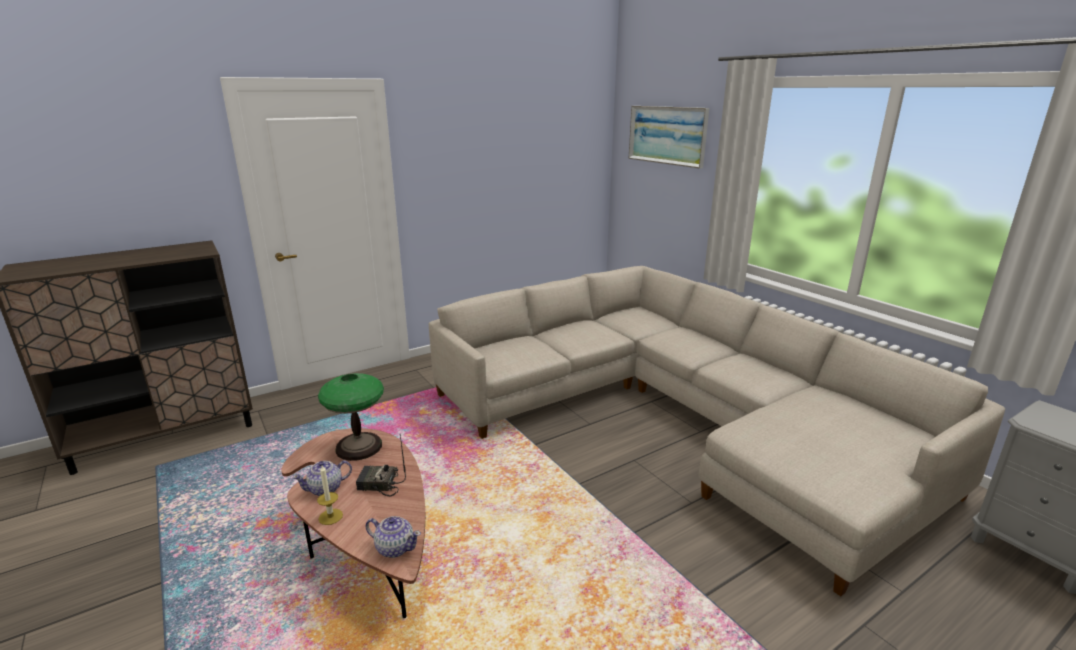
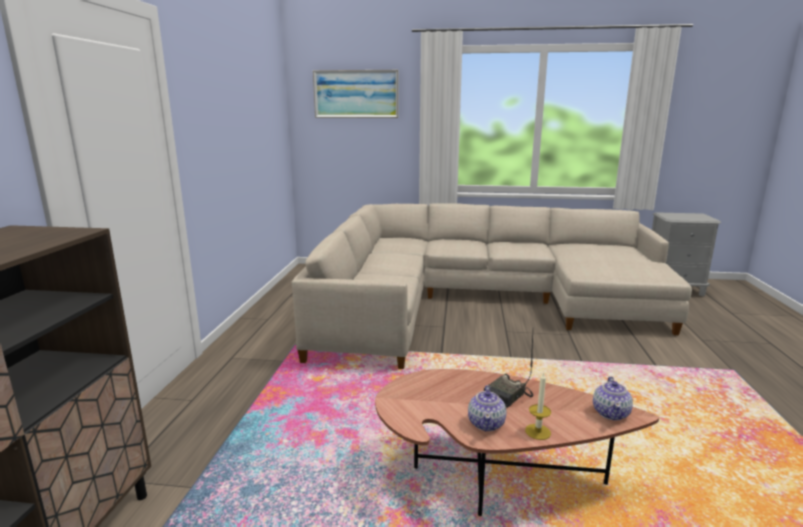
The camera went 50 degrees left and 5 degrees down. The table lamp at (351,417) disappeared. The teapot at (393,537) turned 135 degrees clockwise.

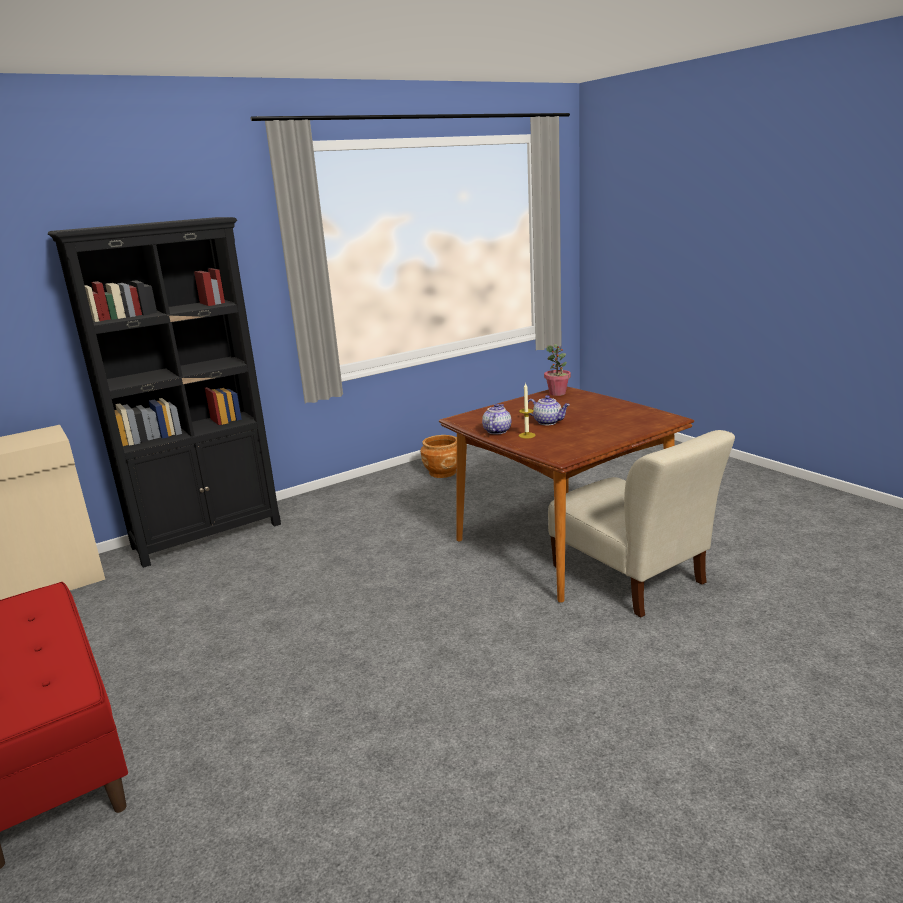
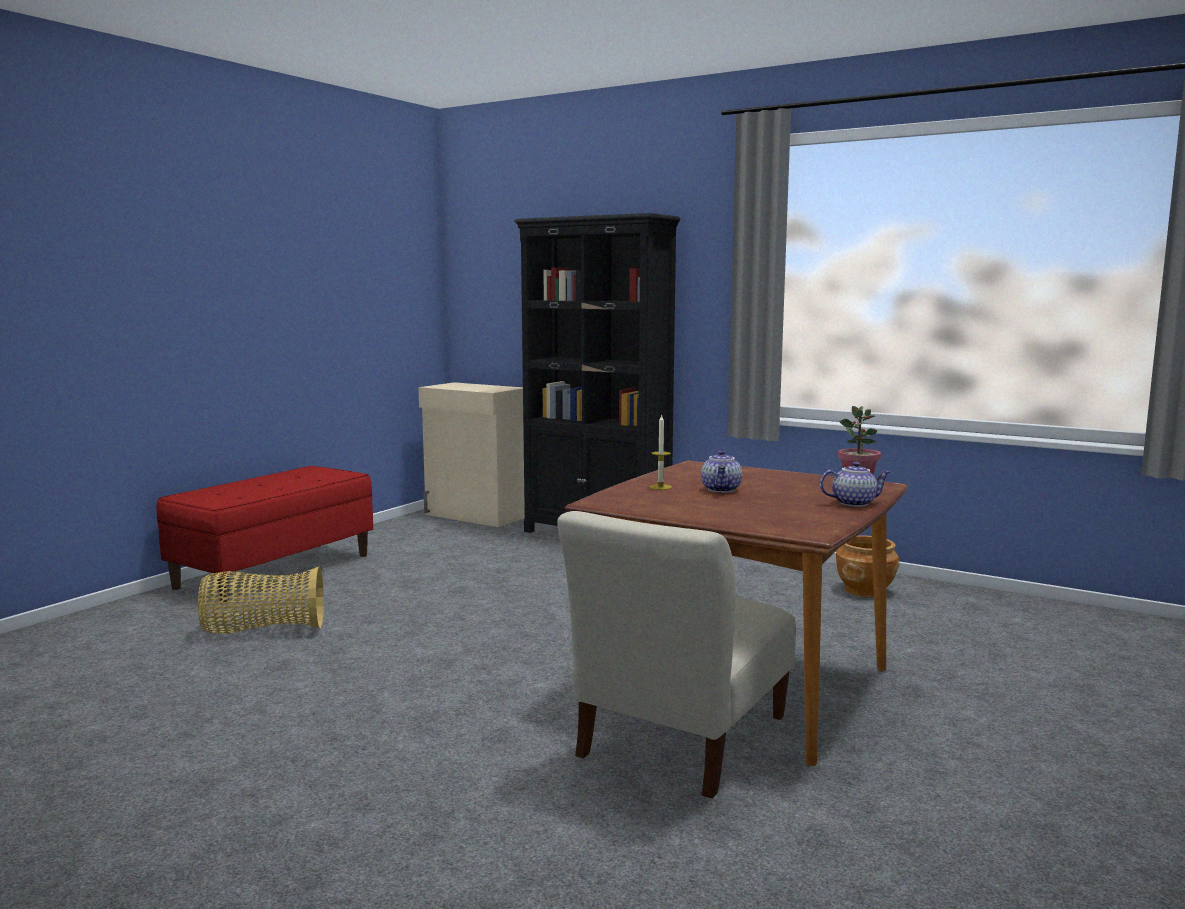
The camera went 65 degrees right and 10 degrees down. The teapot moved from (496,419) to (855,484). The basket at (261,600) appeared.

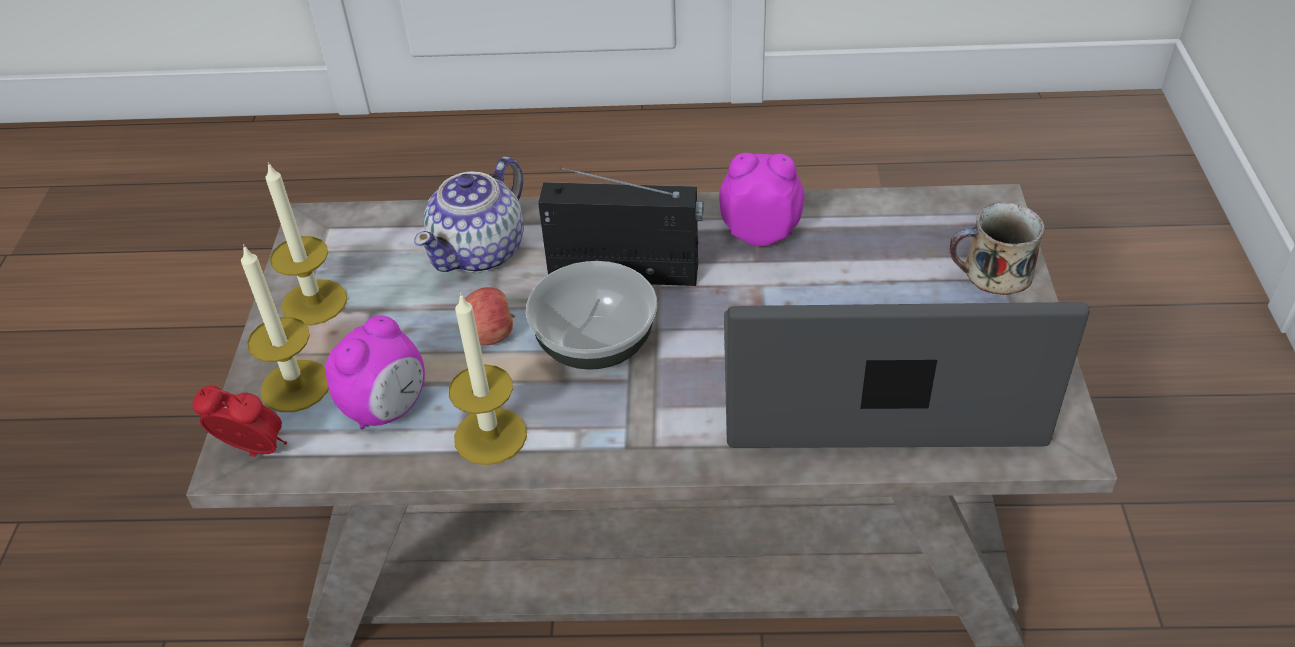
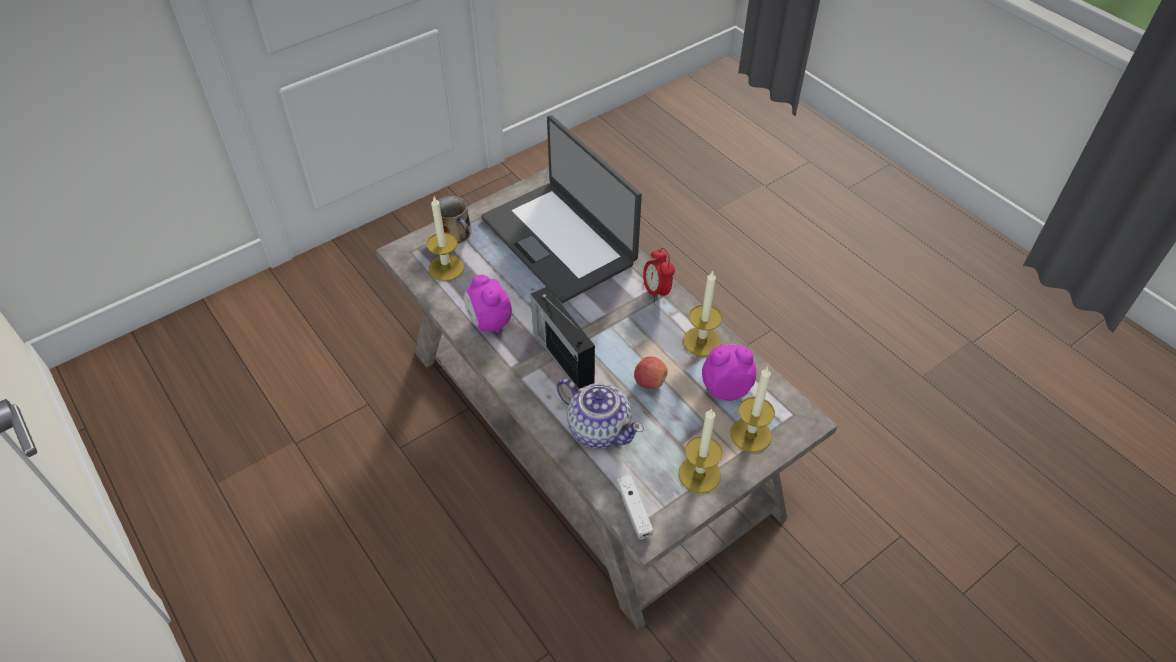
The camera went 130 degrees left and 5 degrees up. The teapot at (469,215) turned 45 degrees clockwise. The bowl at (591,315) disappeared. The alarm clock moved from (239,421) to (659,275). The candle at (445,239) appeared. The game controller (white) at (634,507) appeared.

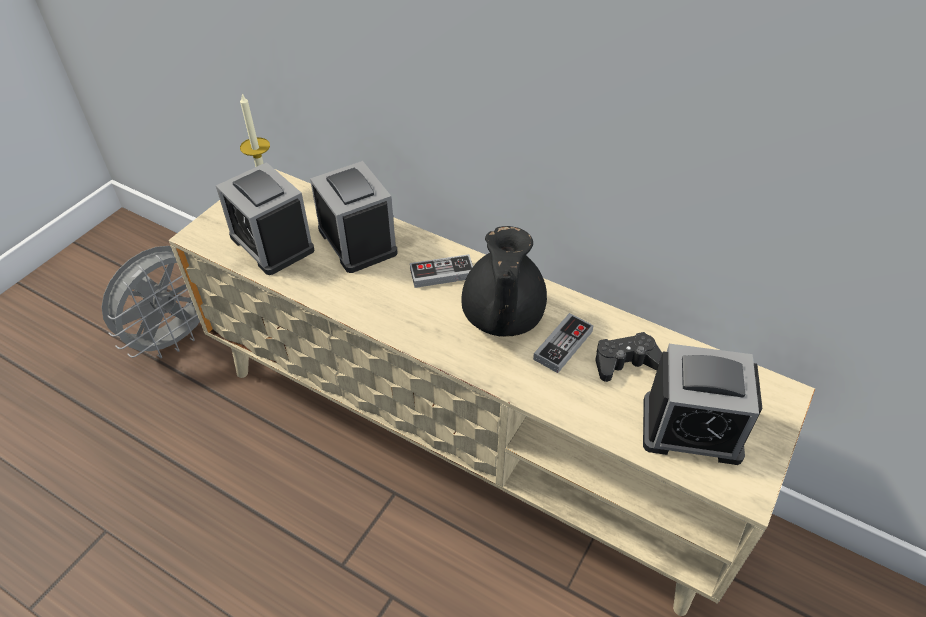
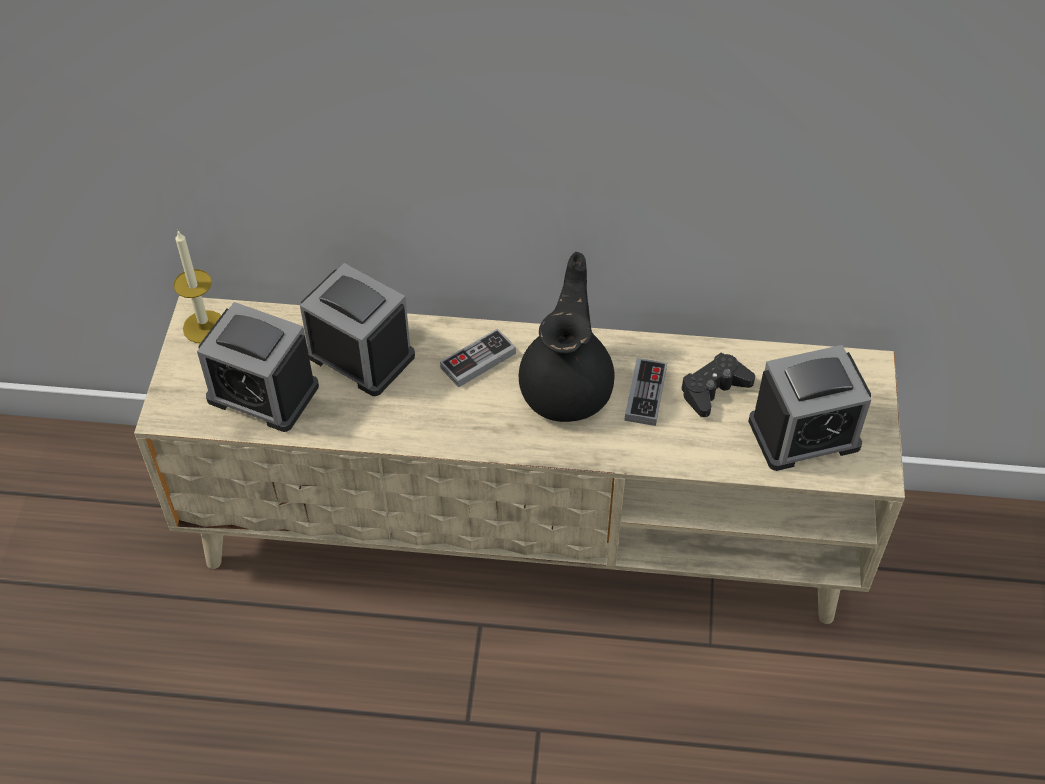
The camera went 25 degrees left and 5 degrees up. The teapot (black) at (504,281) turned 150 degrees counterclockwise. The fan (grey) at (151,302) disappeared.

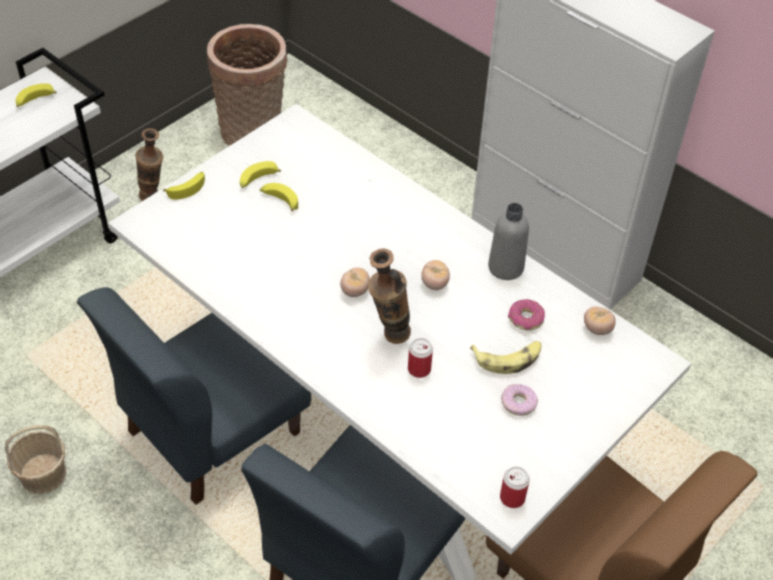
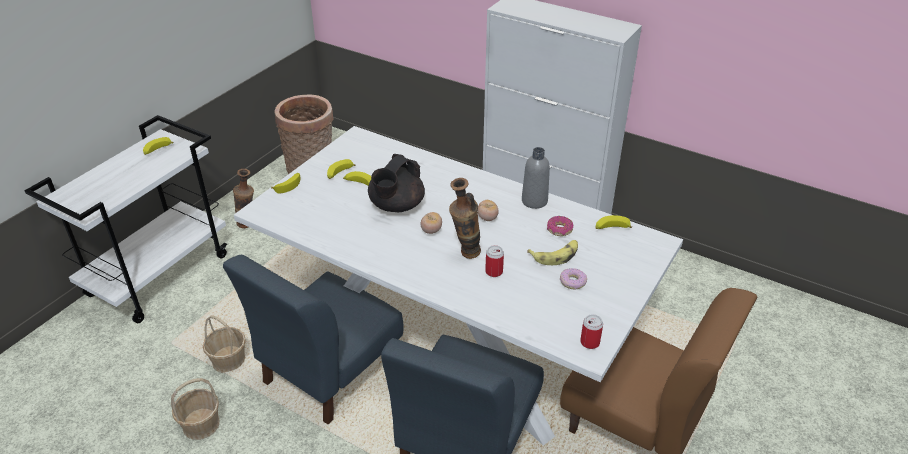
The camera went 10 degrees left and 10 degrees down. The tomato at (600,320) was replaced by the banana at (613,222). The teapot (black) at (396,183) appeared. The basket at (224,344) appeared.

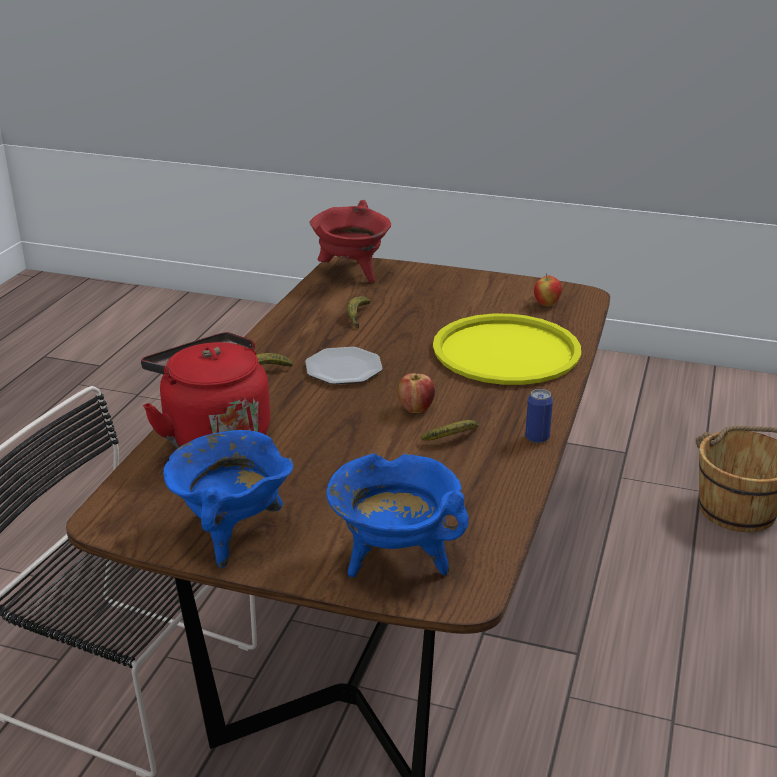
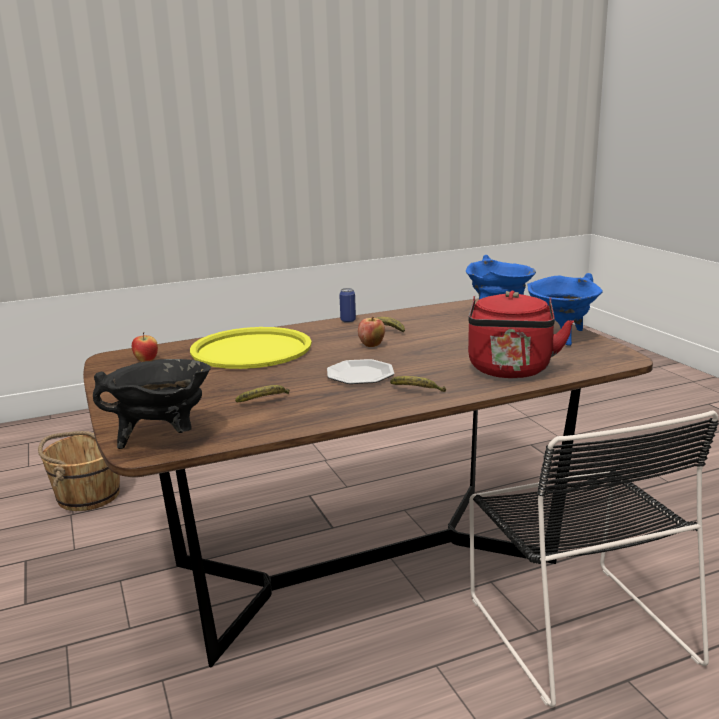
The camera went 130 degrees left and 10 degrees down. The cooking pot (red) at (350,241) became the cooking pot (black) at (152,404).

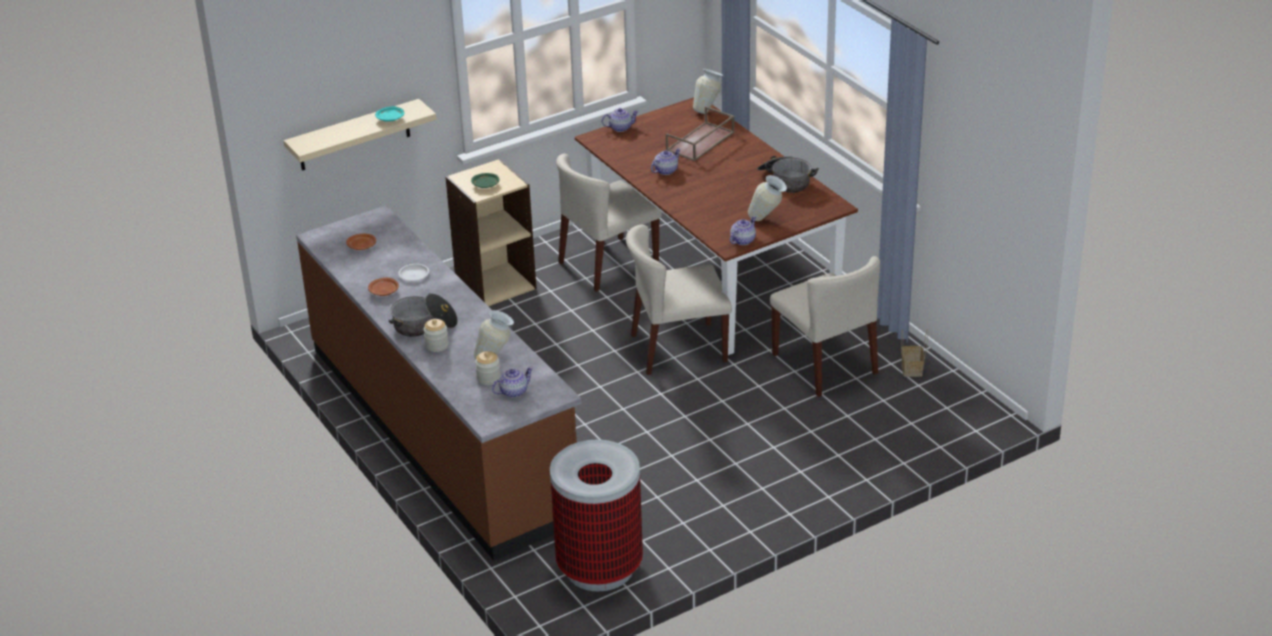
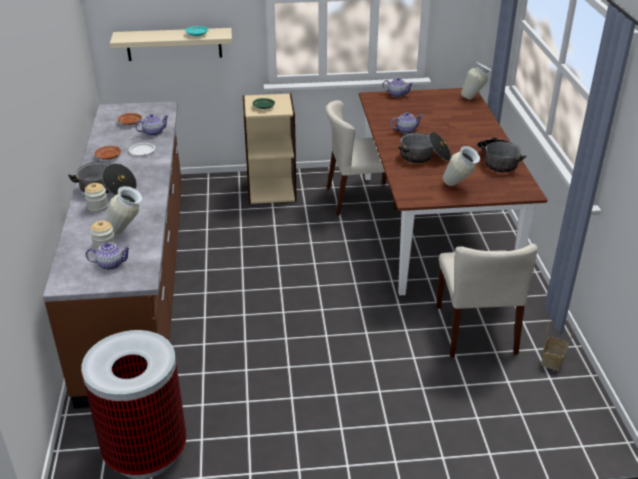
The camera went 25 degrees right and 0 degrees up. The tray (brown) at (700,133) disappeared. The teapot moved from (743,230) to (152,125). The chair (beige) at (679,300) disappeared. The cooking pot at (424,147) appeared.

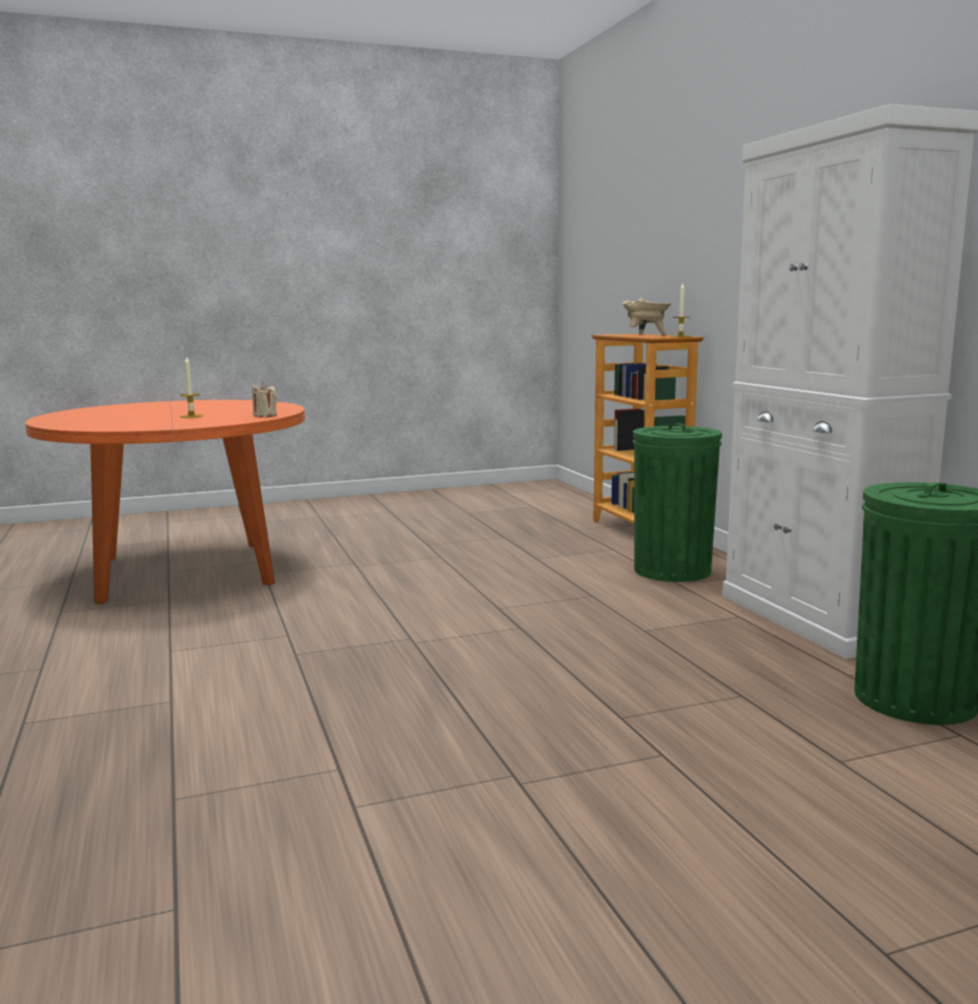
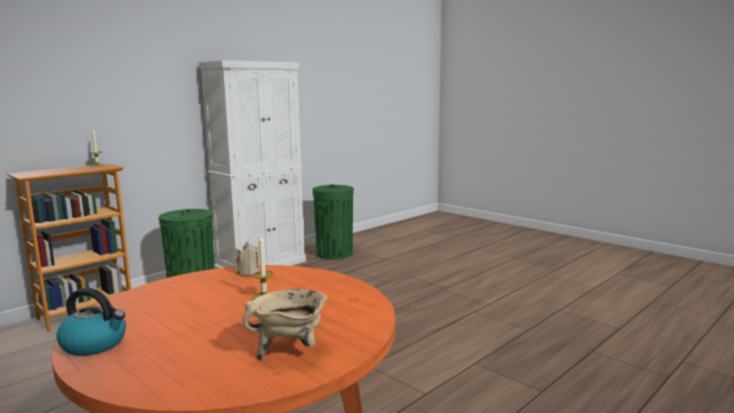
The camera went 115 degrees left and 0 degrees up. The cooking pot (beige) moved from (646,316) to (284,324). The kettle at (91,322) appeared.

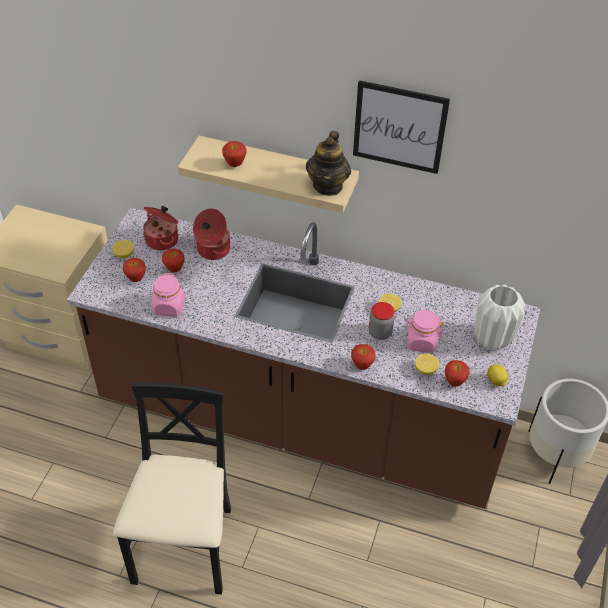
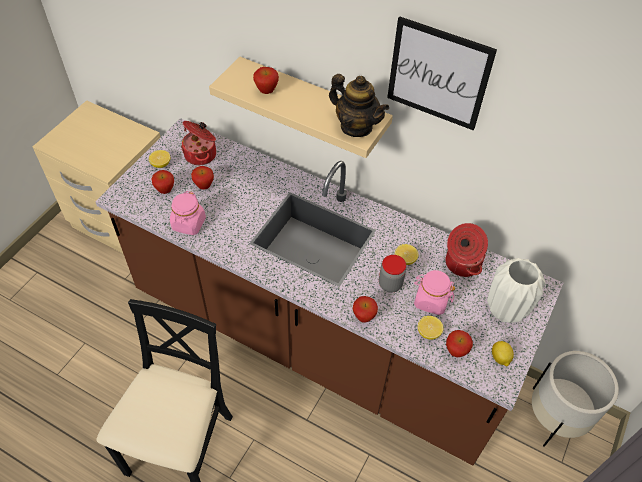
The camera went 10 degrees right and 5 degrees up. The teapot at (328,163) turned 75 degrees counterclockwise. The cooking pot moved from (211,234) to (467,250).

